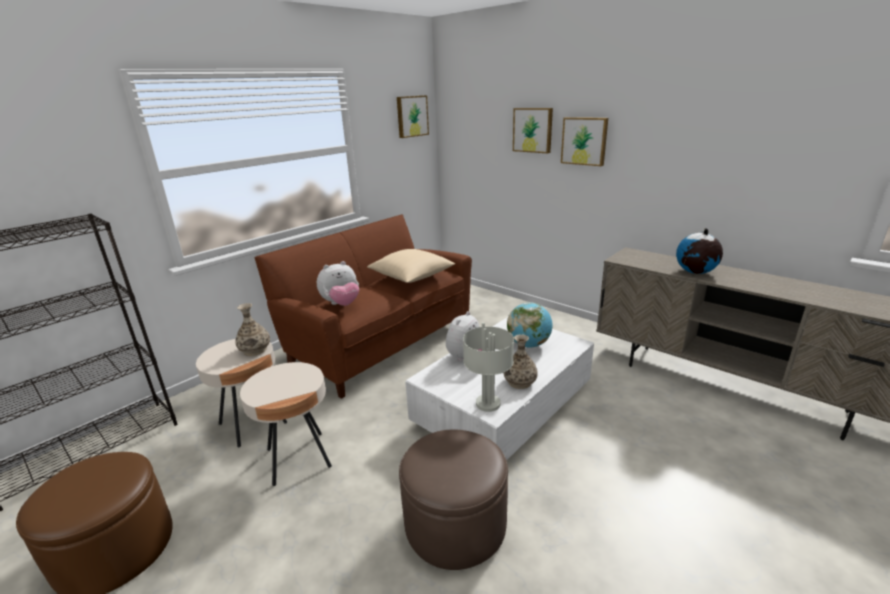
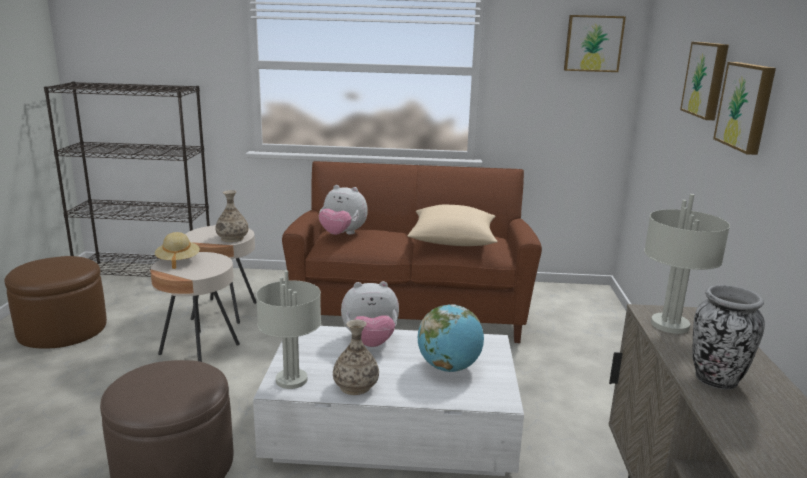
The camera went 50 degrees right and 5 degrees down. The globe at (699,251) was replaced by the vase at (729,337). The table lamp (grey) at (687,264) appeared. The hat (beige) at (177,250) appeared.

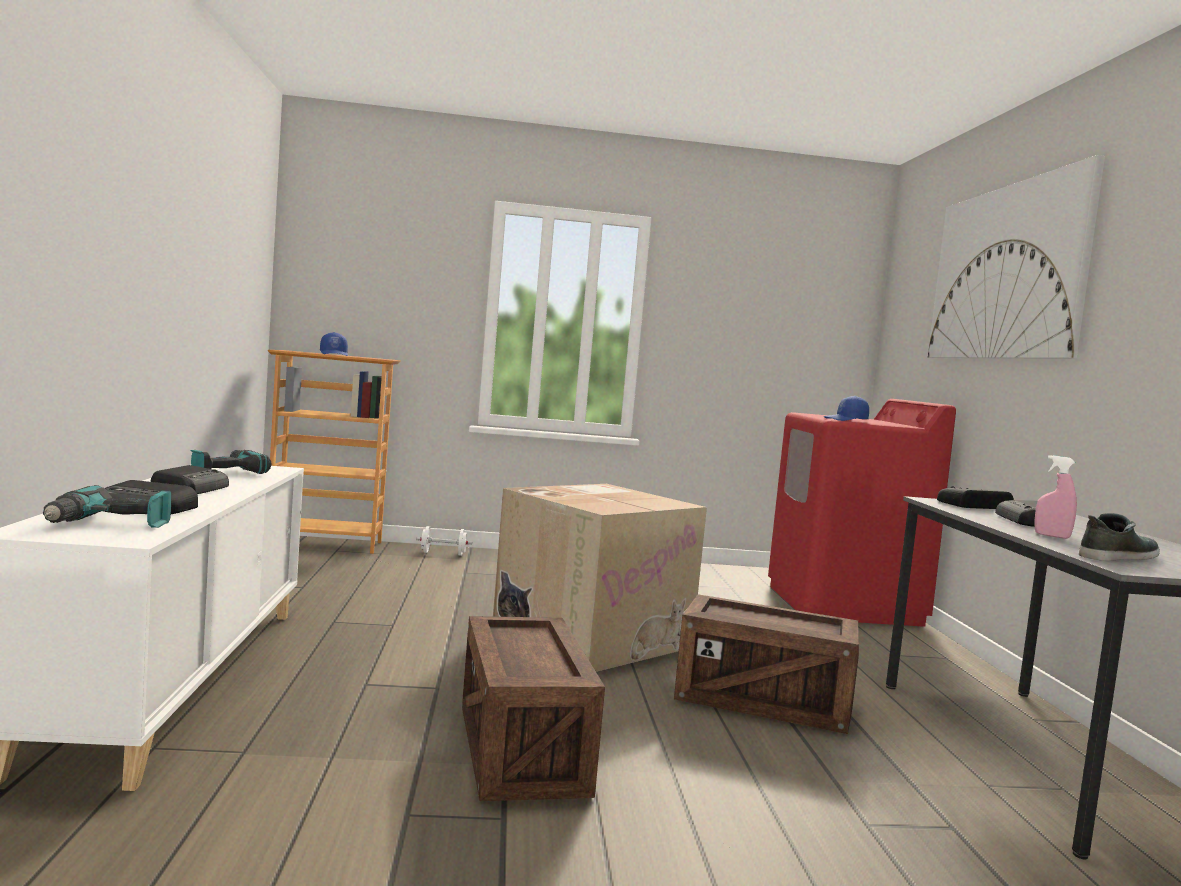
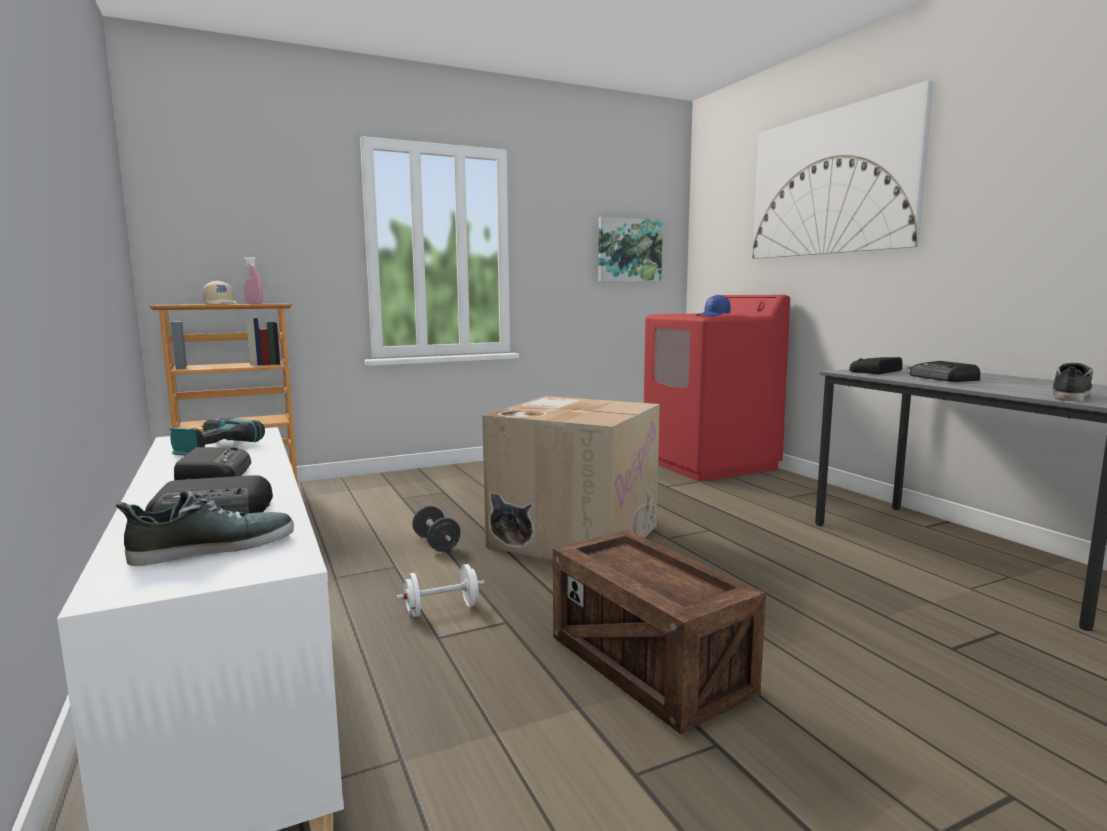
The camera went 20 degrees left and 5 degrees up. The cap (blue) at (334,344) became the cap (beige) at (220,292). The spray bottle (pink) moved from (1055,497) to (253,280). The power drill at (107,506) was replaced by the shoe at (205,528). The dumbbell (white) moved from (444,541) to (440,590). The crate at (766,664) disappeared. The picture at (630,249) appeared. The dumbbell (black) at (436,529) appeared.

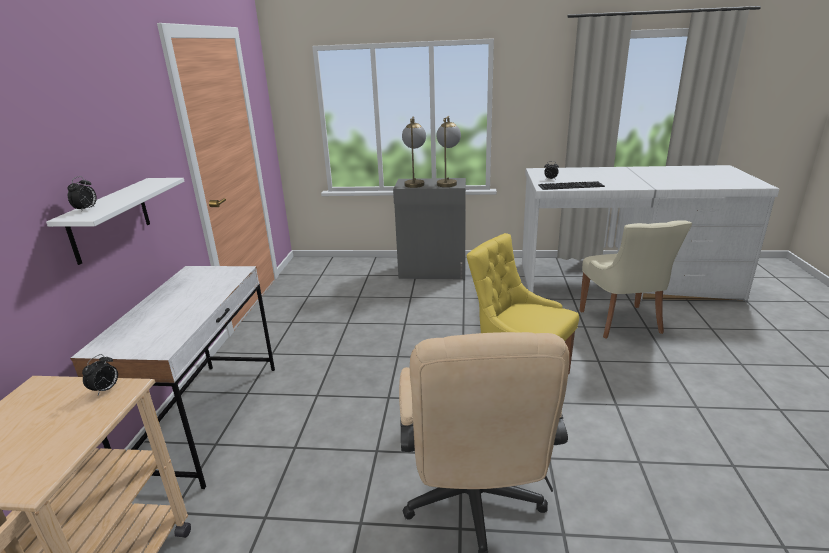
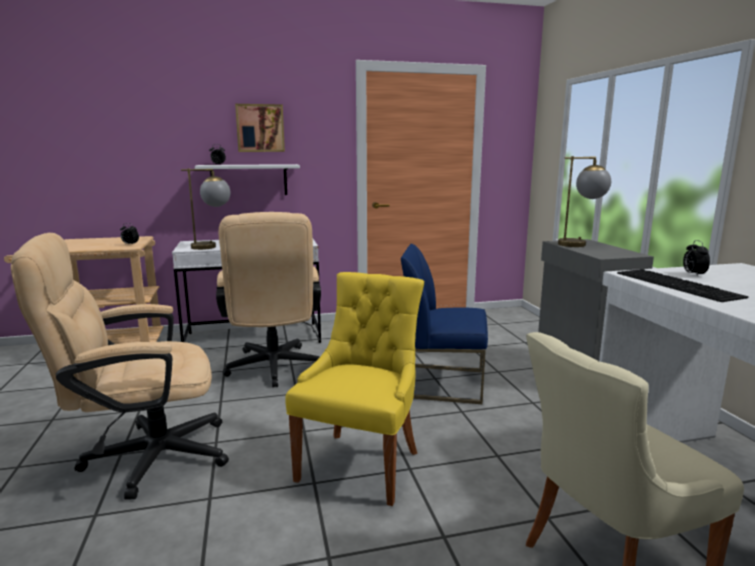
The camera went 70 degrees right and 10 degrees down. The table lamp moved from (448,151) to (206,209). The picture at (260,128) appeared. The office chair (beige) at (268,299) appeared. The chair (blue) at (444,324) appeared.

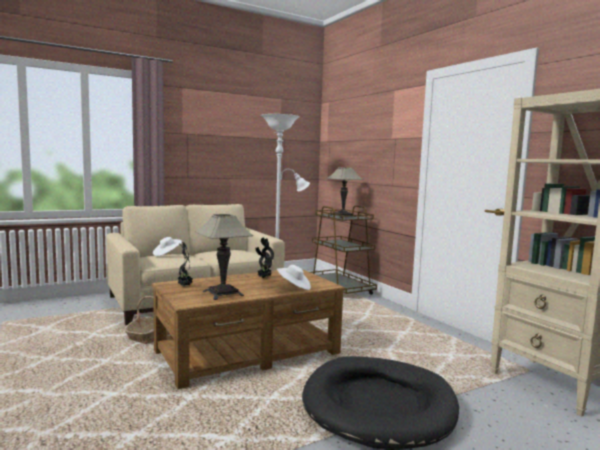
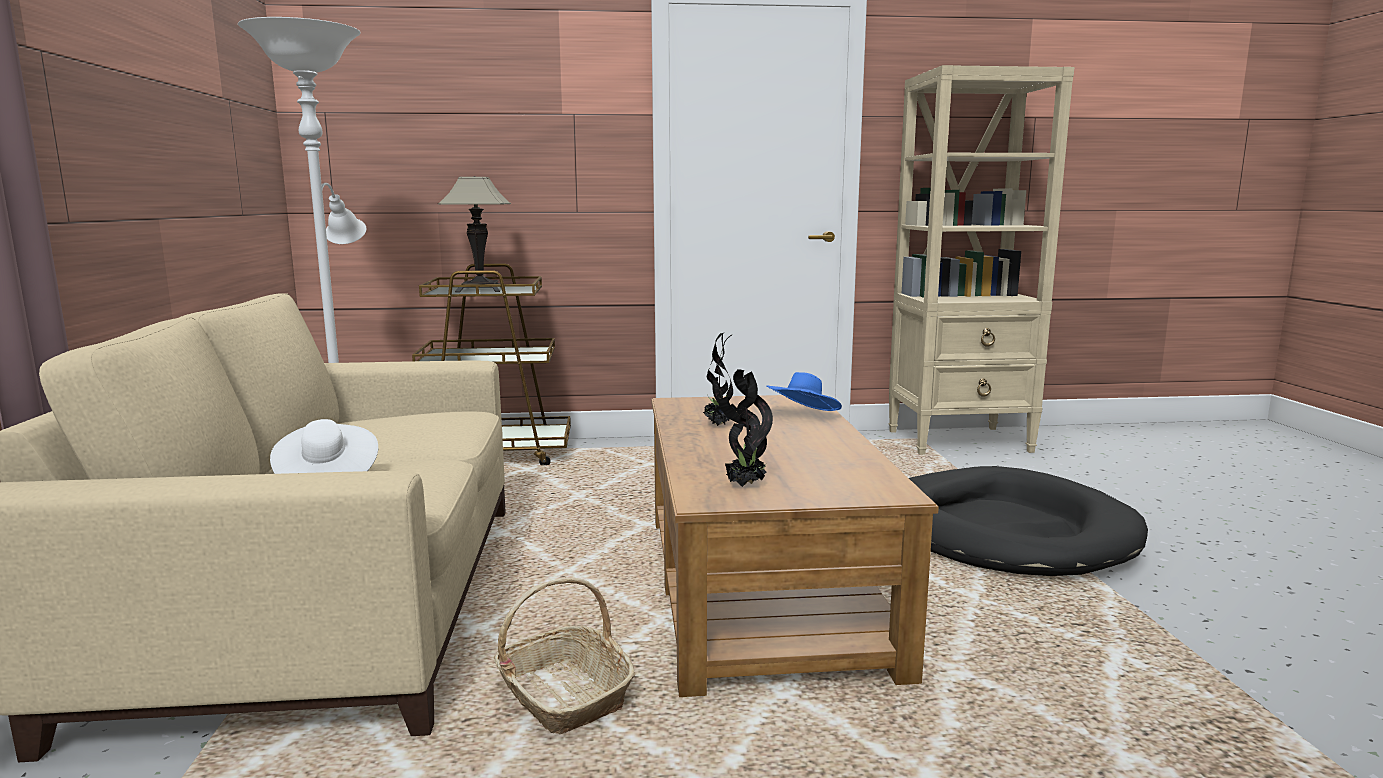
The camera went 65 degrees left and 5 degrees up. The table lamp at (224,257) disappeared. The hat (white) at (294,277) became the hat (blue) at (804,391).

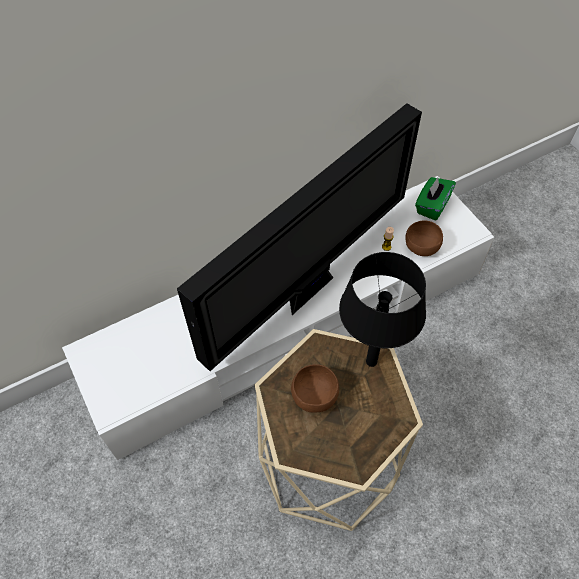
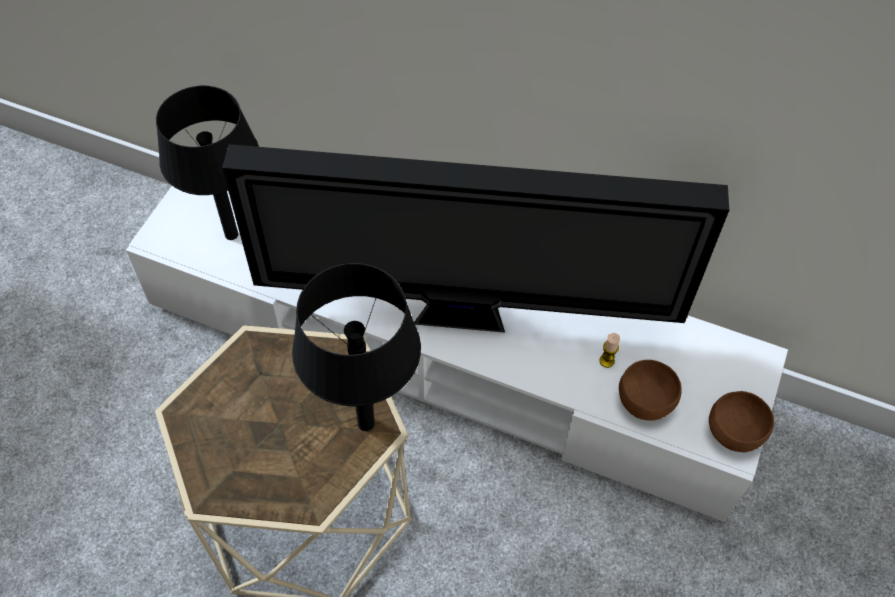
The camera went 50 degrees right and 0 degrees up. The tissue box (green) at (435,198) disappeared. The bowl (brown) moved from (315,388) to (741,421). The table lamp (black) at (207,163) appeared.

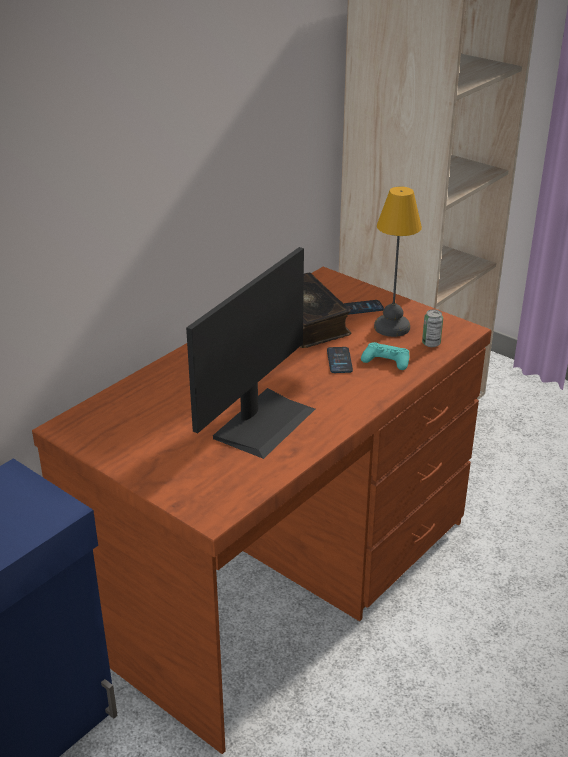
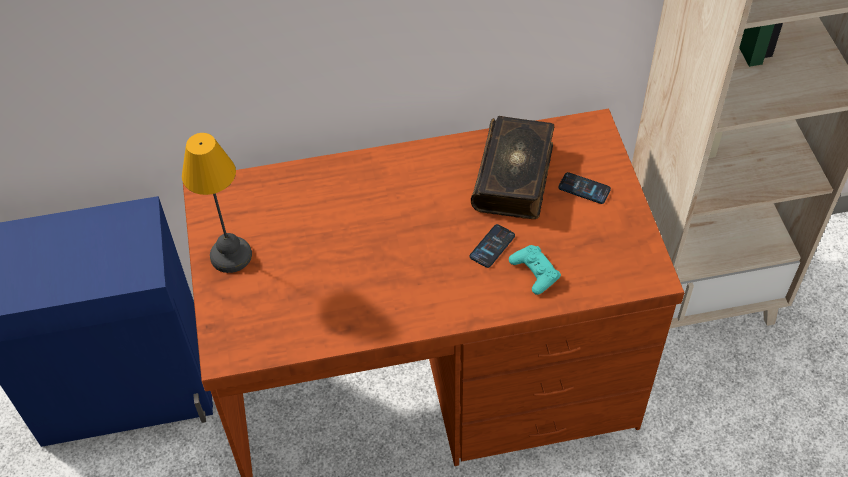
The camera went 40 degrees right and 20 degrees up. The table lamp moved from (398,261) to (217,203). The monitor at (250,353) disappeared. The can at (432,328) disappeared.

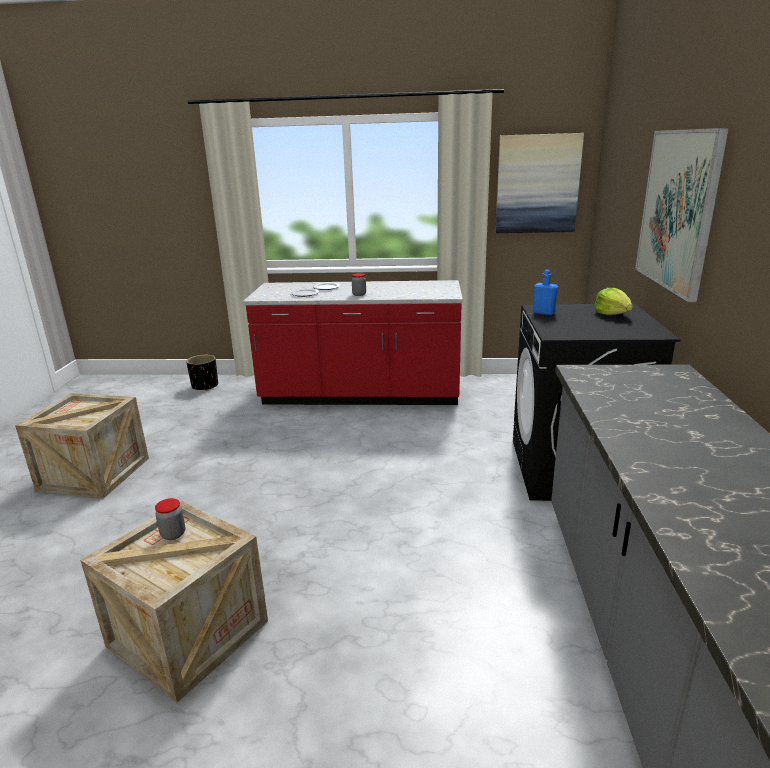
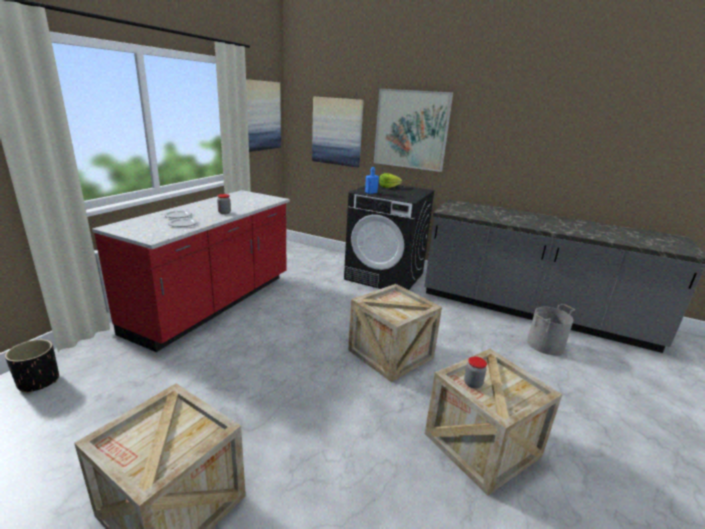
The camera went 70 degrees left and 0 degrees up. The picture at (338,132) appeared. The crate at (395,333) appeared. The bucket (grey) at (551,329) appeared.

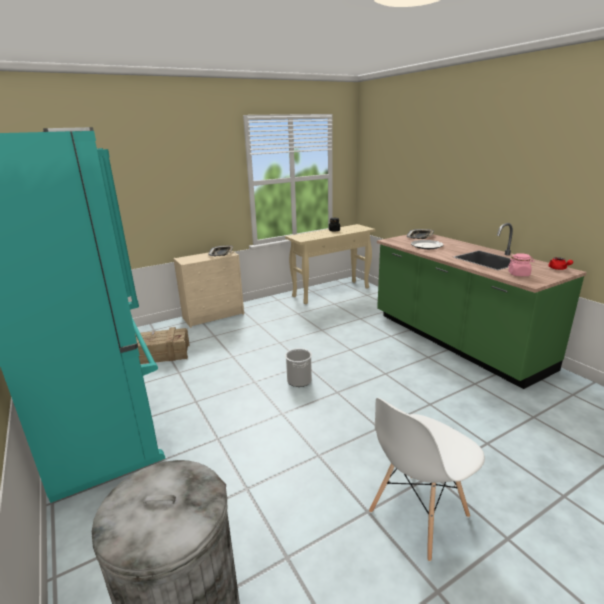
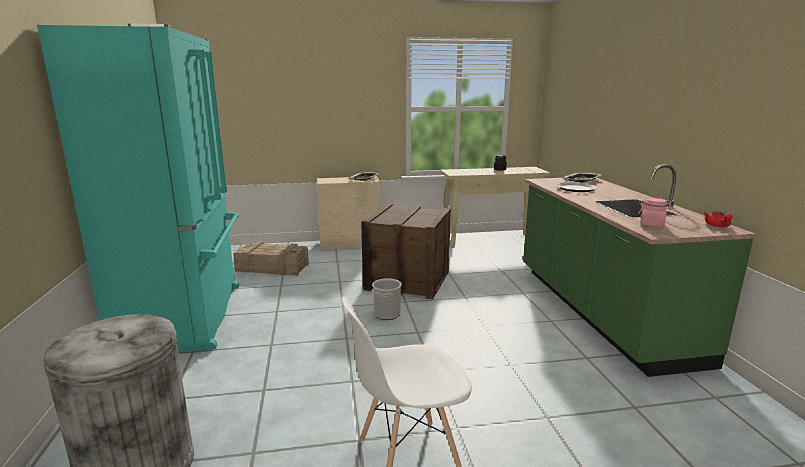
The camera went 20 degrees right and 5 degrees down. The crate at (406,251) appeared.

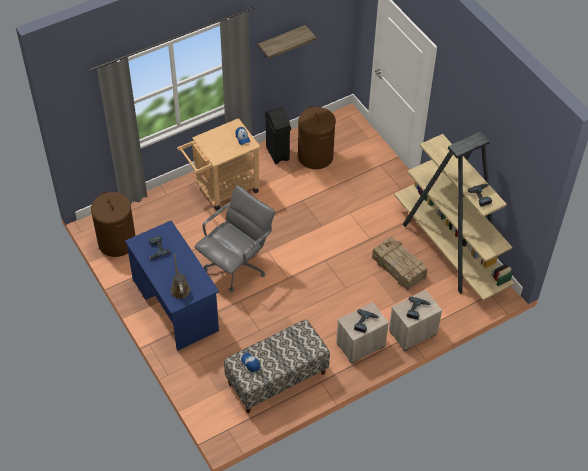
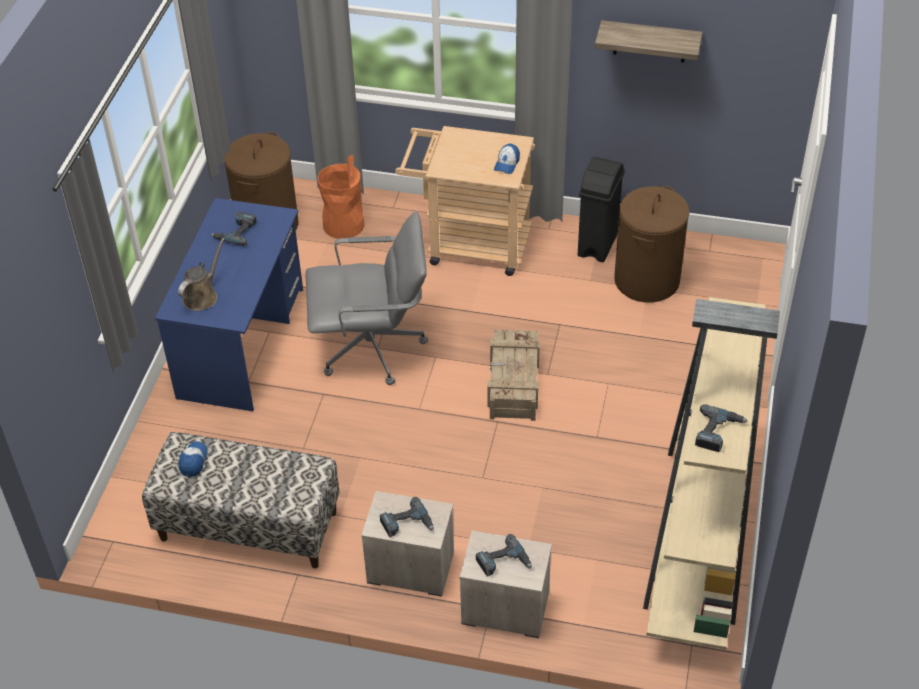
The camera went 45 degrees right and 5 degrees down. The crate moved from (400,264) to (514,375). The trash can (orange) at (341,197) appeared.

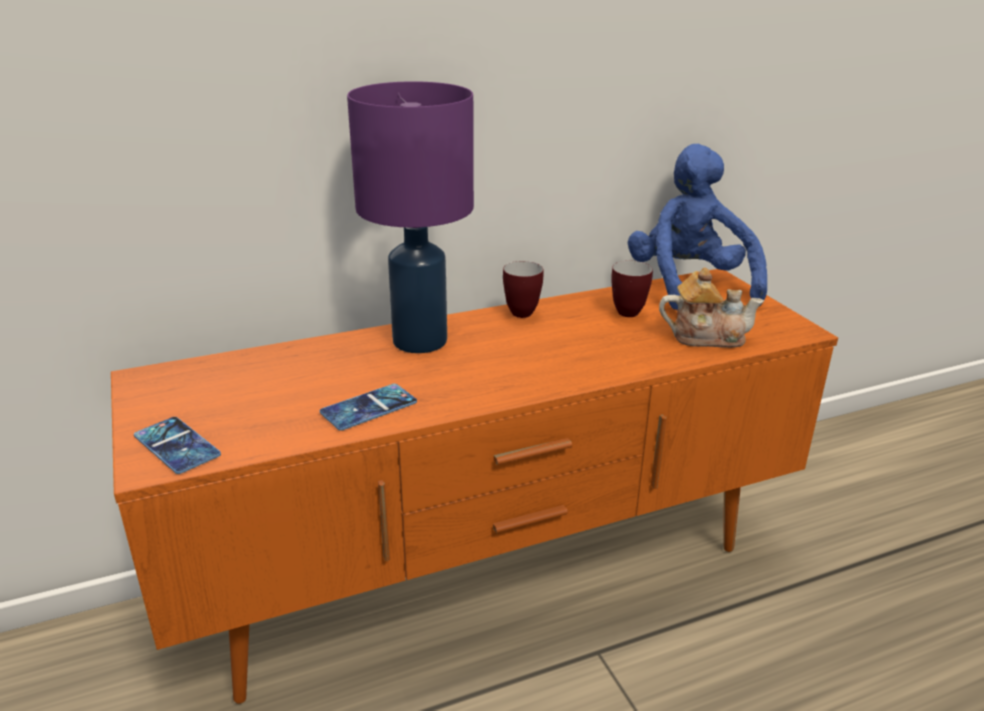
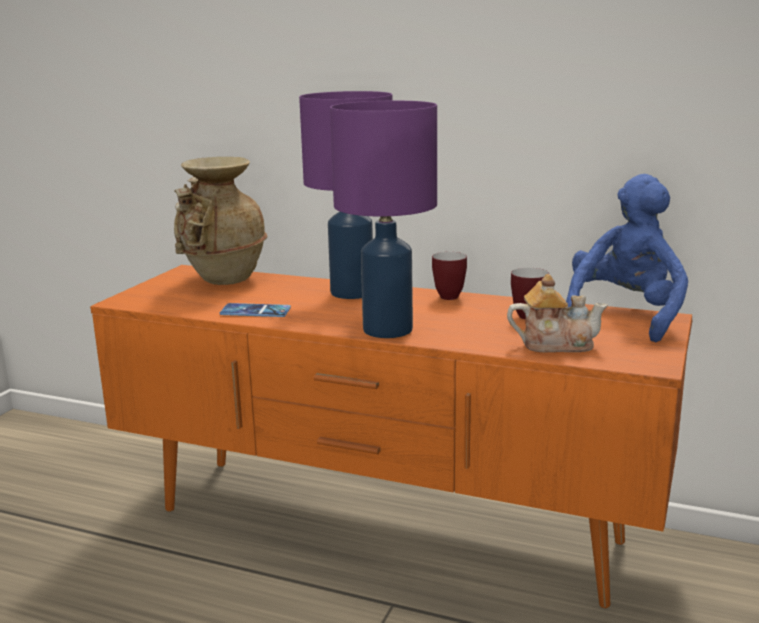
The camera went 45 degrees right and 10 degrees down. The teapot at (712,308) turned 45 degrees counterclockwise. The phone at (177,445) disappeared. The table lamp (purple) at (383,219) appeared. The vase (beige) at (221,221) appeared.

